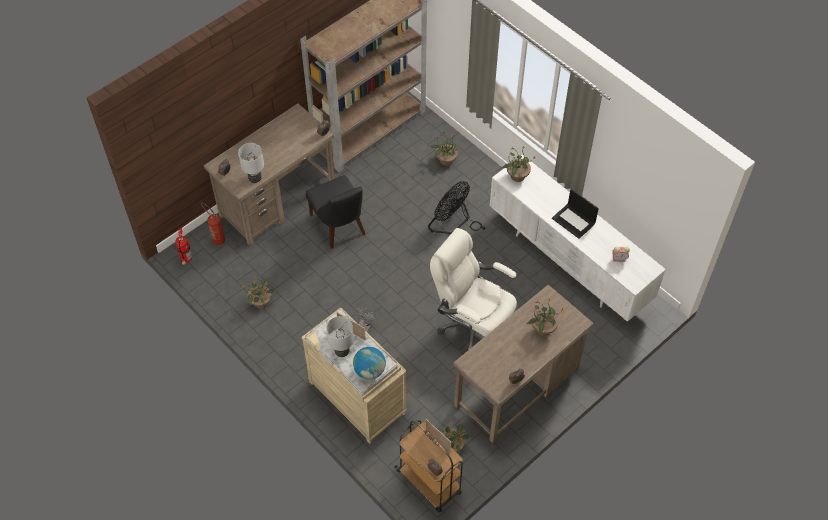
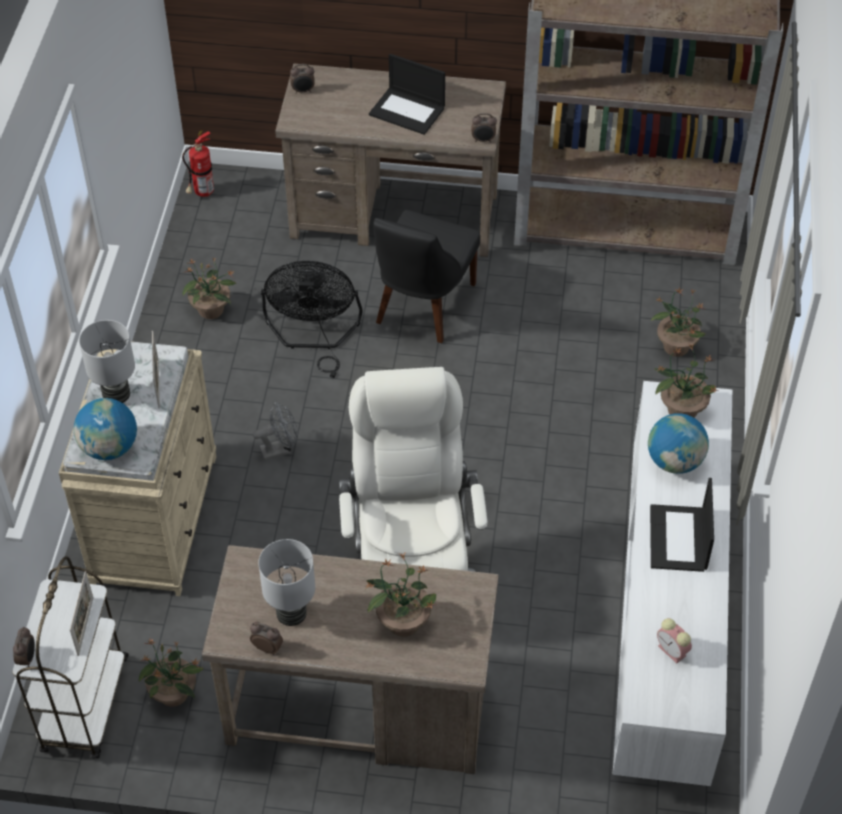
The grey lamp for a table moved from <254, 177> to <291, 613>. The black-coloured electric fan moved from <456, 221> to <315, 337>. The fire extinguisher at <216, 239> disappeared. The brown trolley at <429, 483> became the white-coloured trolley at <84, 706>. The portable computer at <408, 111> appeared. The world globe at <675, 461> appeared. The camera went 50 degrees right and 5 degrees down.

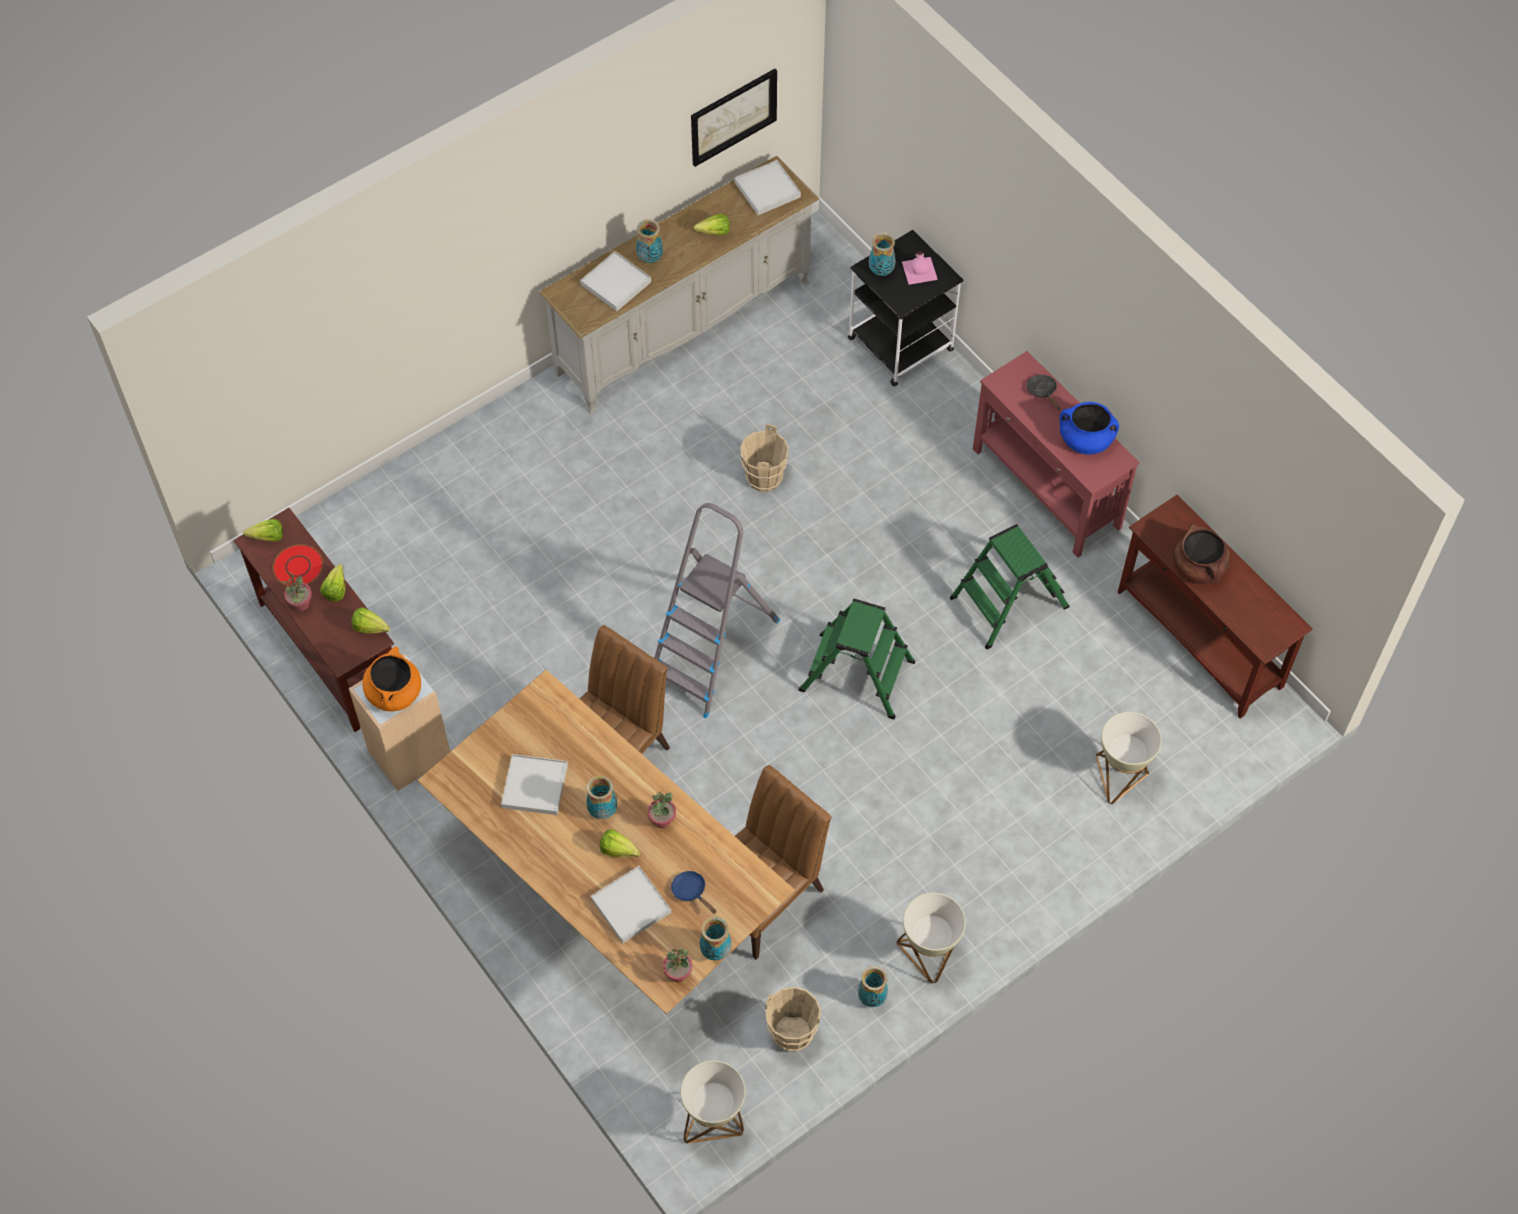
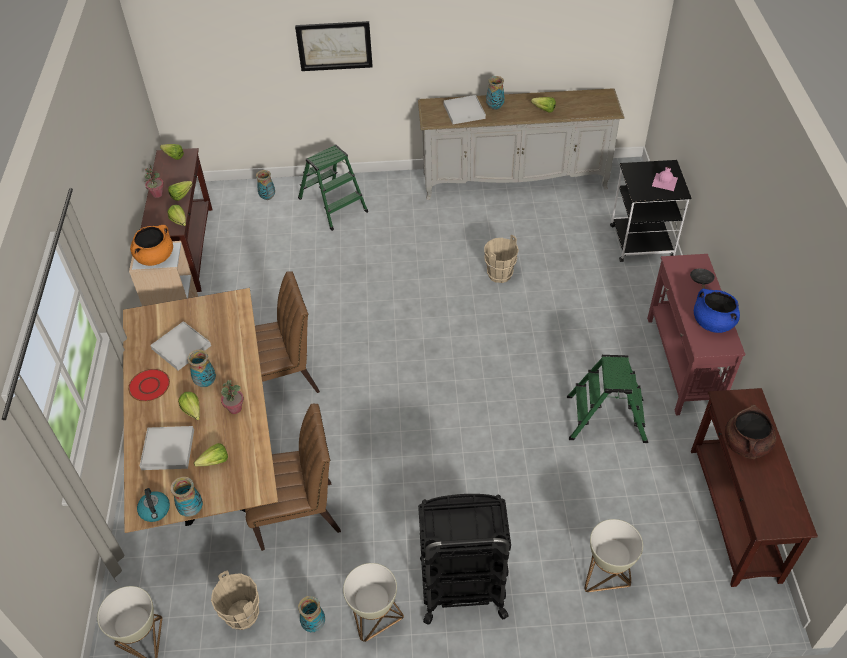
The wall art moved from <733, 116> to <334, 45>. The white-coloured tray at <767, 190> disappeared. The flower vase moved from <881, 271> to <268, 197>. The grey step ladder at <713, 652> disappeared. The red dinner plate moved from <298, 566> to <150, 386>. The green step ladder moved from <856, 675> to <332, 204>. The bluish skillet at <691, 891> was replaced by the lettuce head at <212, 462>. The plant in a pot at <678, 974> was replaced by the water kettle at <155, 510>. The black-coloured trolley at <463, 587> appeared. The camera went 35 degrees right and 10 degrees down.

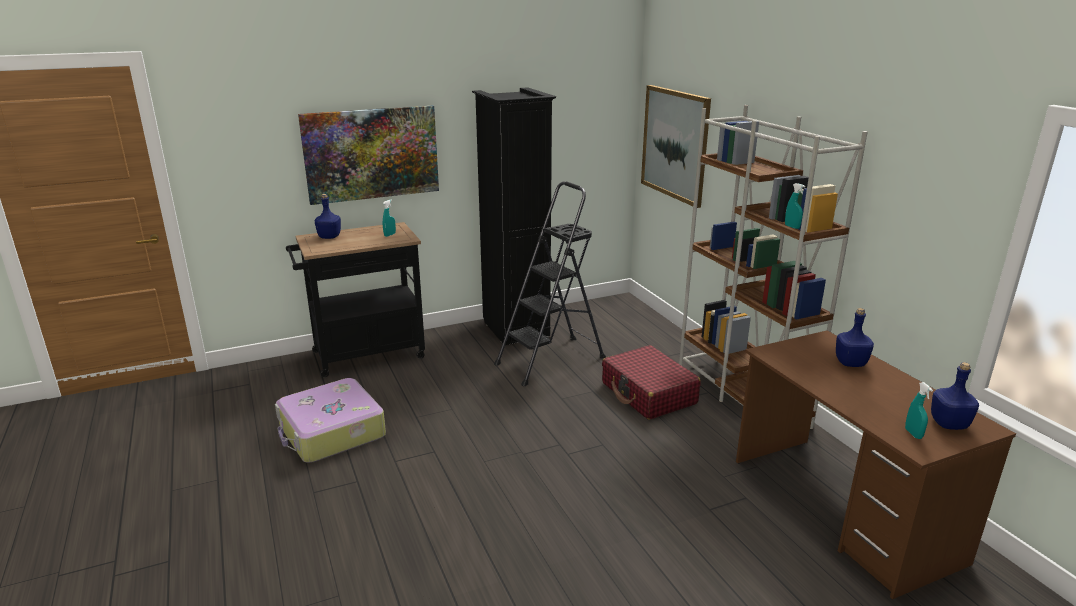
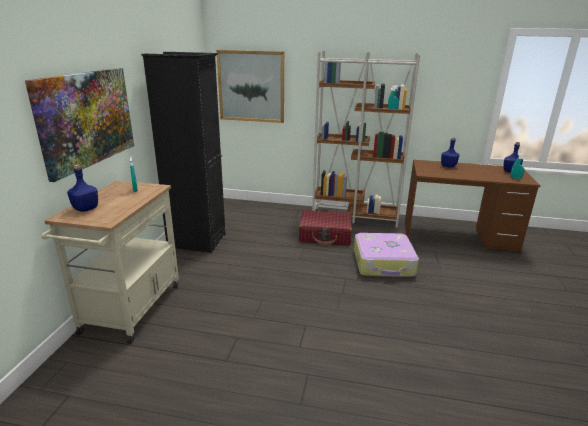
The step ladder at <552, 360> disappeared. The black-coloured trolley at <365, 355> became the sand-coloured trolley at <130, 311>. The suitcase moved from <331, 432> to <384, 263>. The camera went 55 degrees left and 0 degrees up.

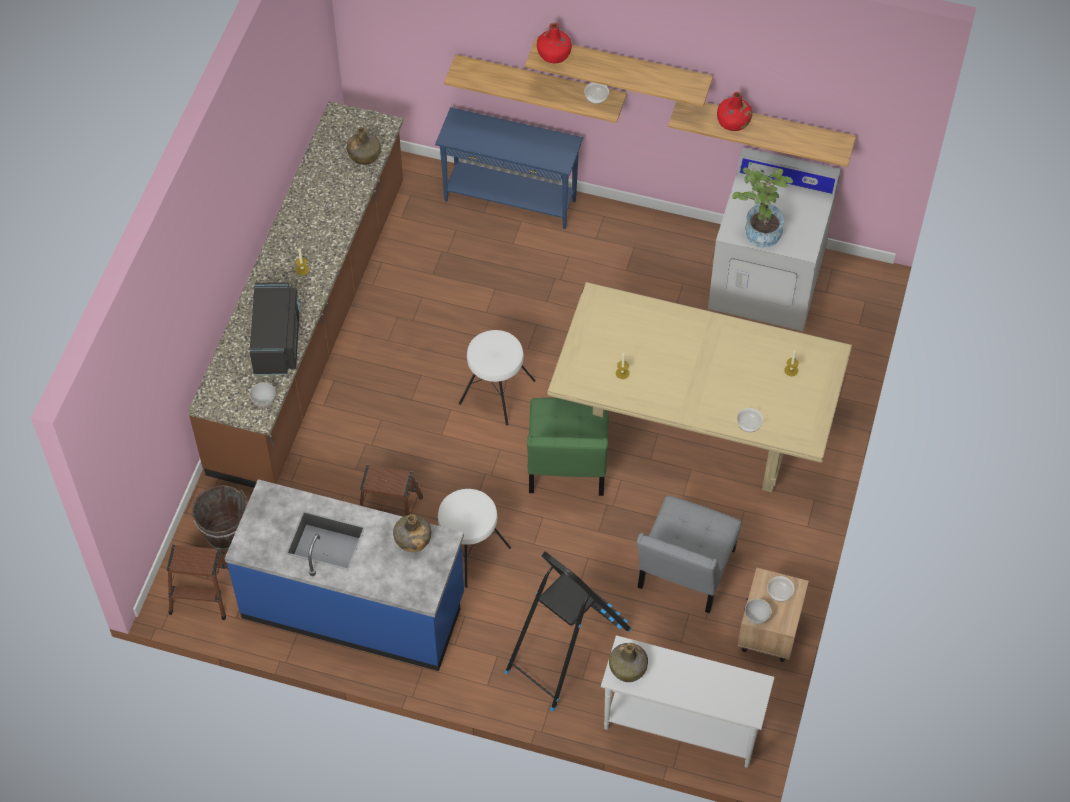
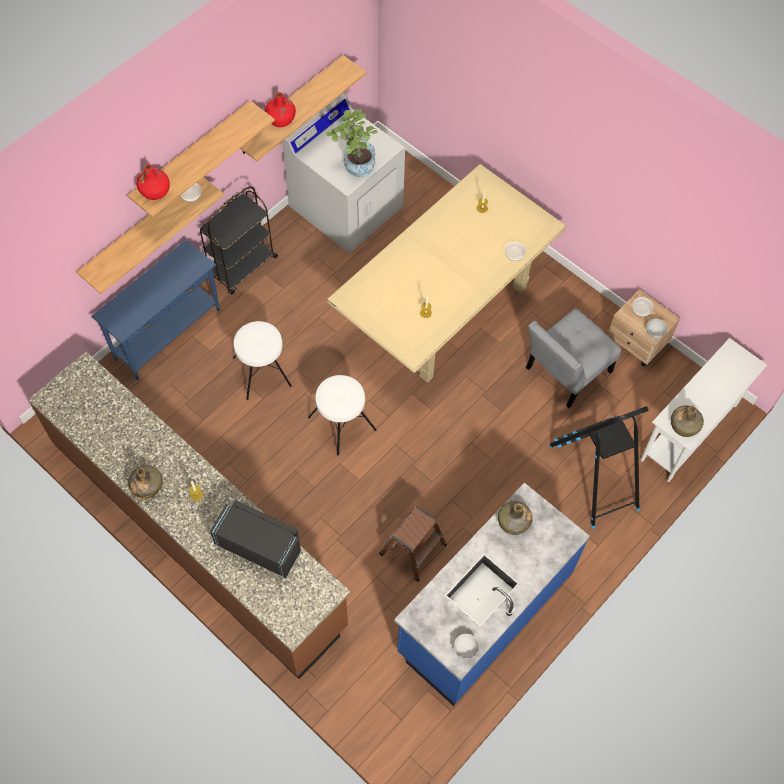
The green drink bottle moved from <364, 155> to <147, 486>. The grey bowl moved from <263, 400> to <465, 649>. The green chair at <566, 467> disappeared. The brown water bucket at <225, 533> disappeared. The white-coloured stool seat moved from <469, 550> to <262, 371>. The grey chair at <684, 573> turned 90 degrees clockwise. The brown step ladder at <202, 592> disappeared. The black-coloured trolley at <242, 267> appeared. The camera went 65 degrees left and 5 degrees up.

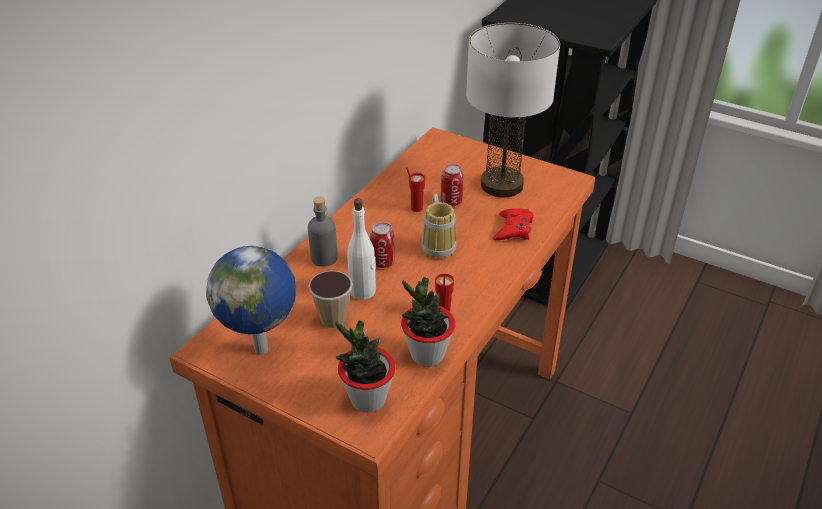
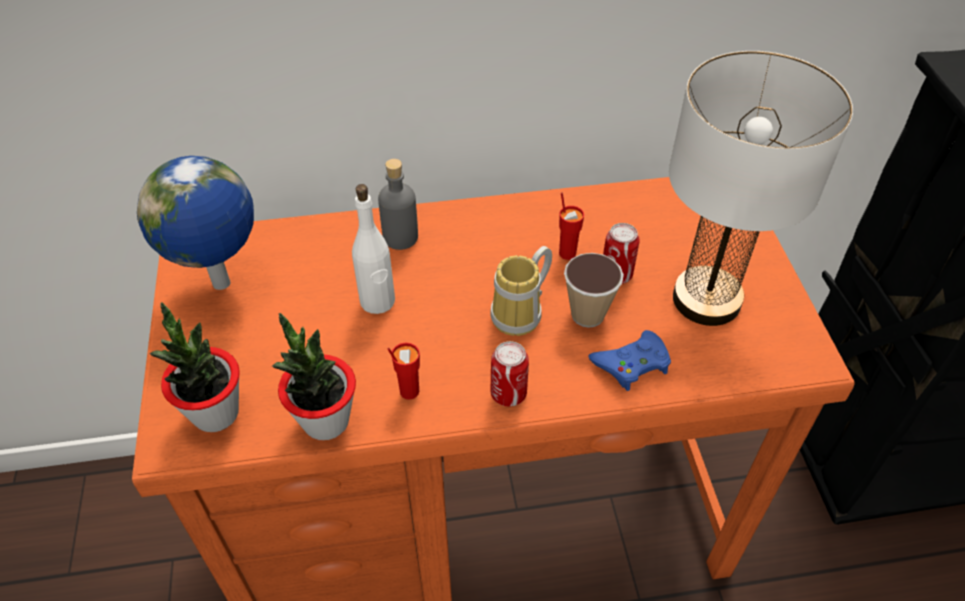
The red gamepad at <513, 229> became the bluish gamepad at <632, 364>. The sealed can moved from <382, 262> to <508, 393>. The cup moved from <333, 319> to <587, 314>. The camera went 50 degrees right and 10 degrees up.

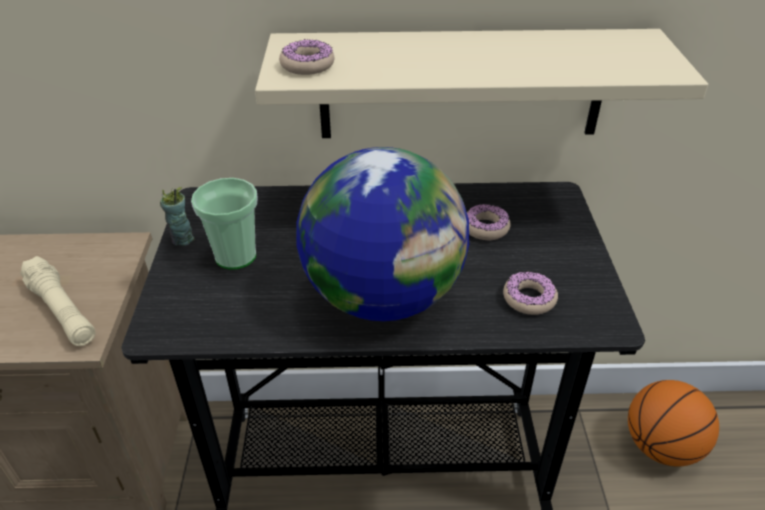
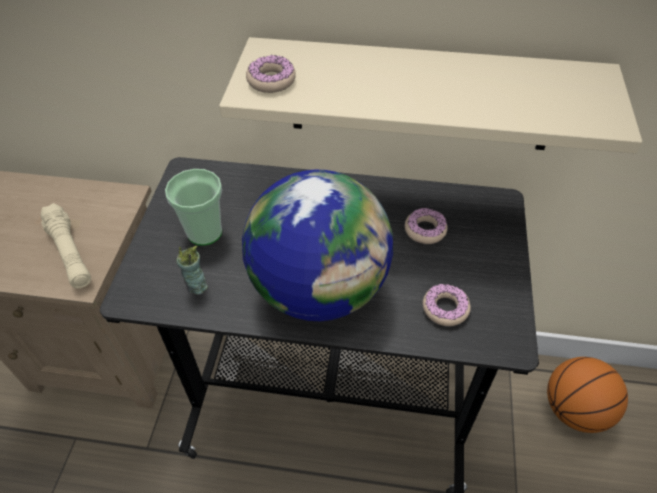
The cup moved from <182, 239> to <196, 286>. The camera went 10 degrees right and 10 degrees up.

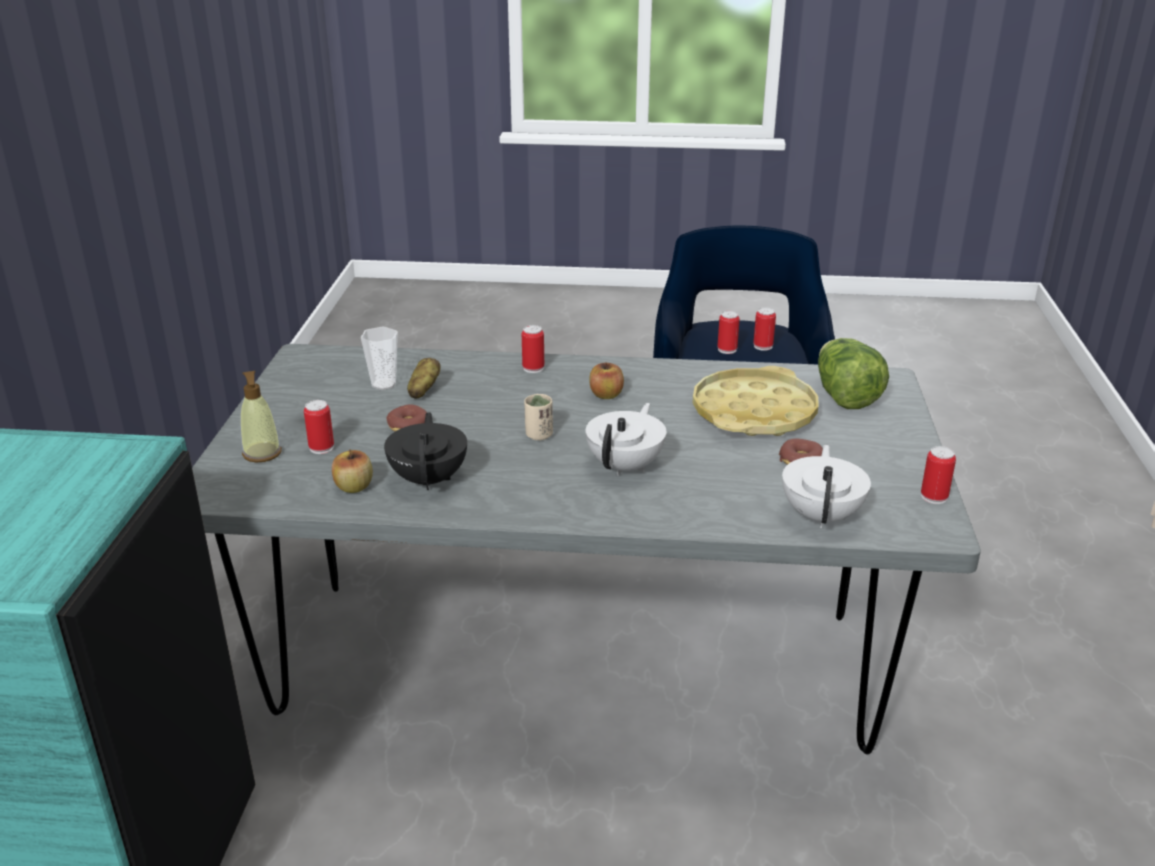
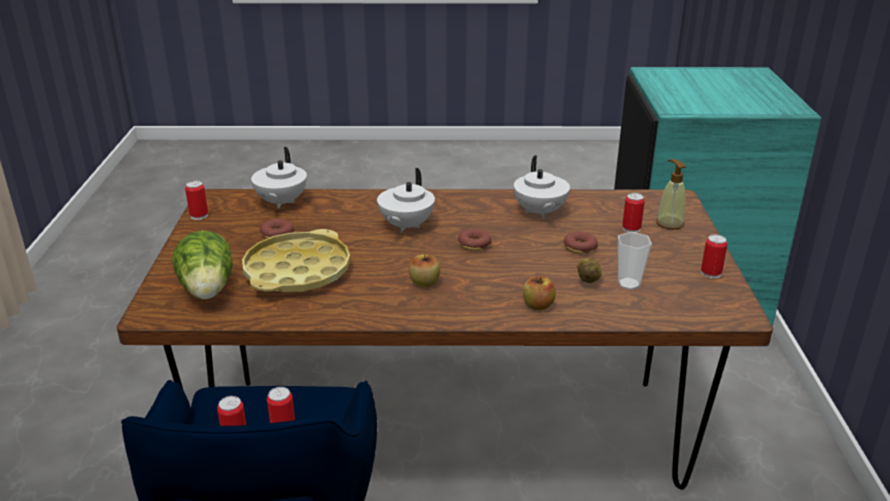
The sealed can moved from <533, 368> to <711, 273>. The grey kitchen table at <579, 661> became the brown kitchen table at <443, 433>. The sand-coloured cup at <539, 435> was replaced by the doughnut at <474, 245>. The black-coloured pot for tea at <429, 479> became the white-coloured pot for tea at <539, 212>. The apple fruit moved from <354, 487> to <538, 305>. The camera went 175 degrees right and 0 degrees up.

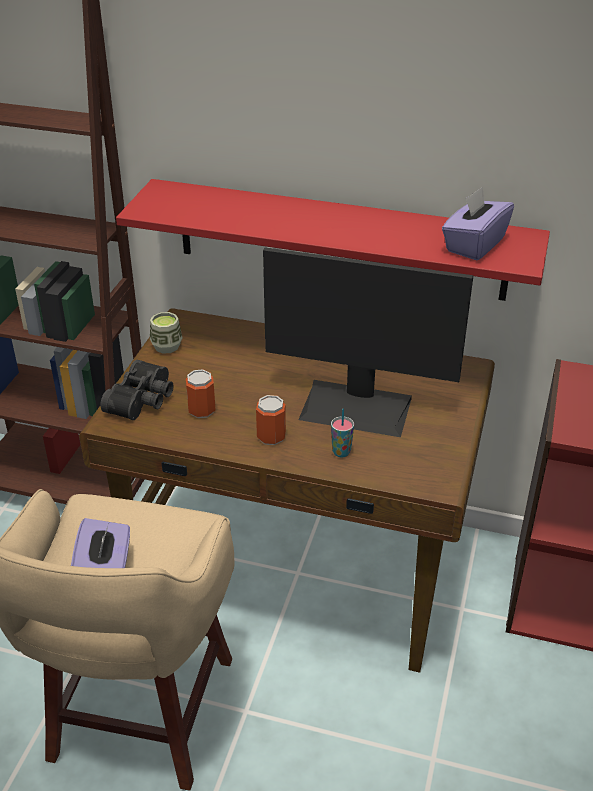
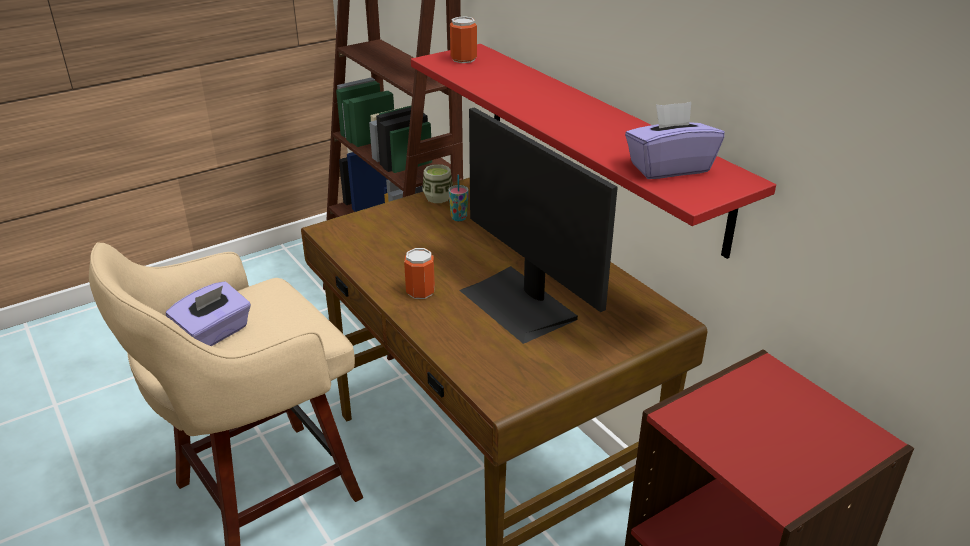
The black-coloured field glasses at <143, 400> disappeared. The sealed can moved from <201, 410> to <463, 59>. The cup moved from <341, 452> to <459, 218>. The camera went 40 degrees right and 5 degrees down.

